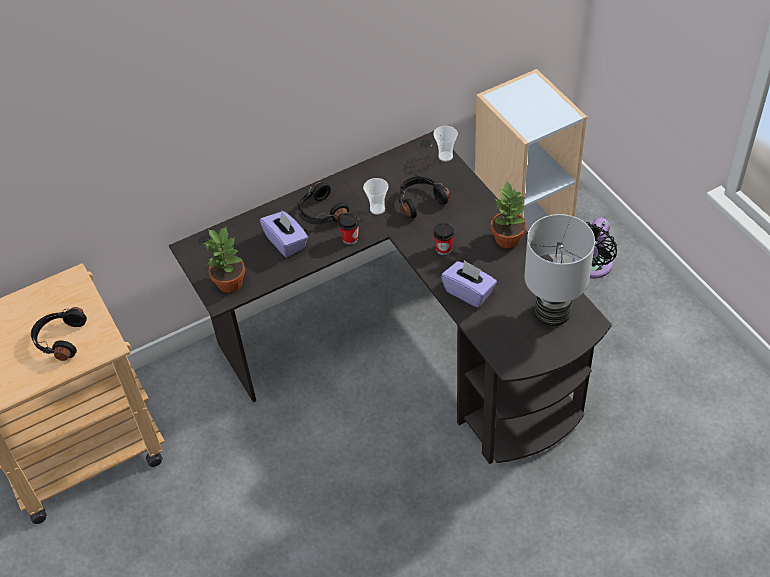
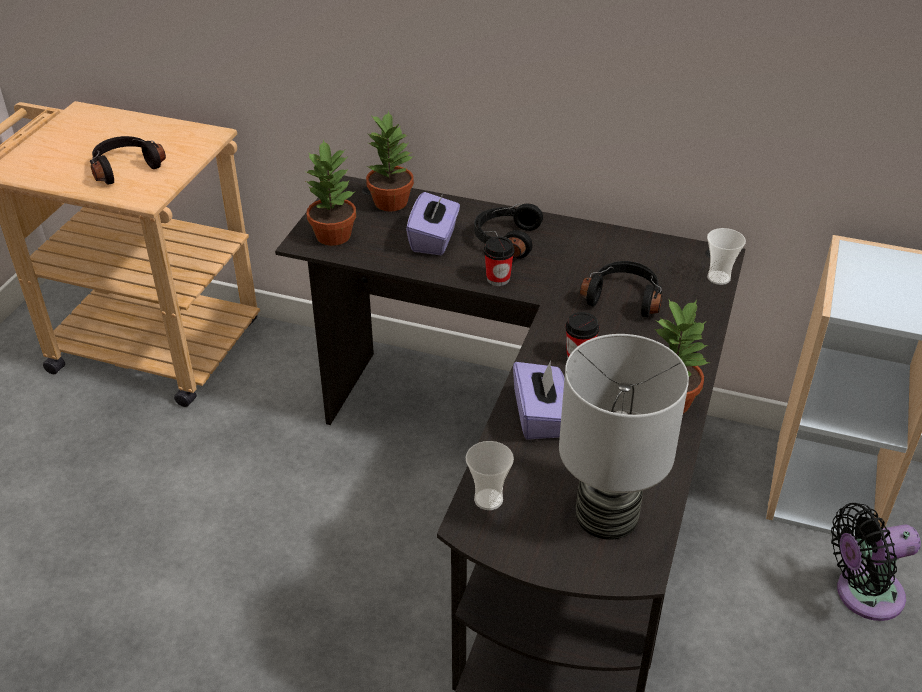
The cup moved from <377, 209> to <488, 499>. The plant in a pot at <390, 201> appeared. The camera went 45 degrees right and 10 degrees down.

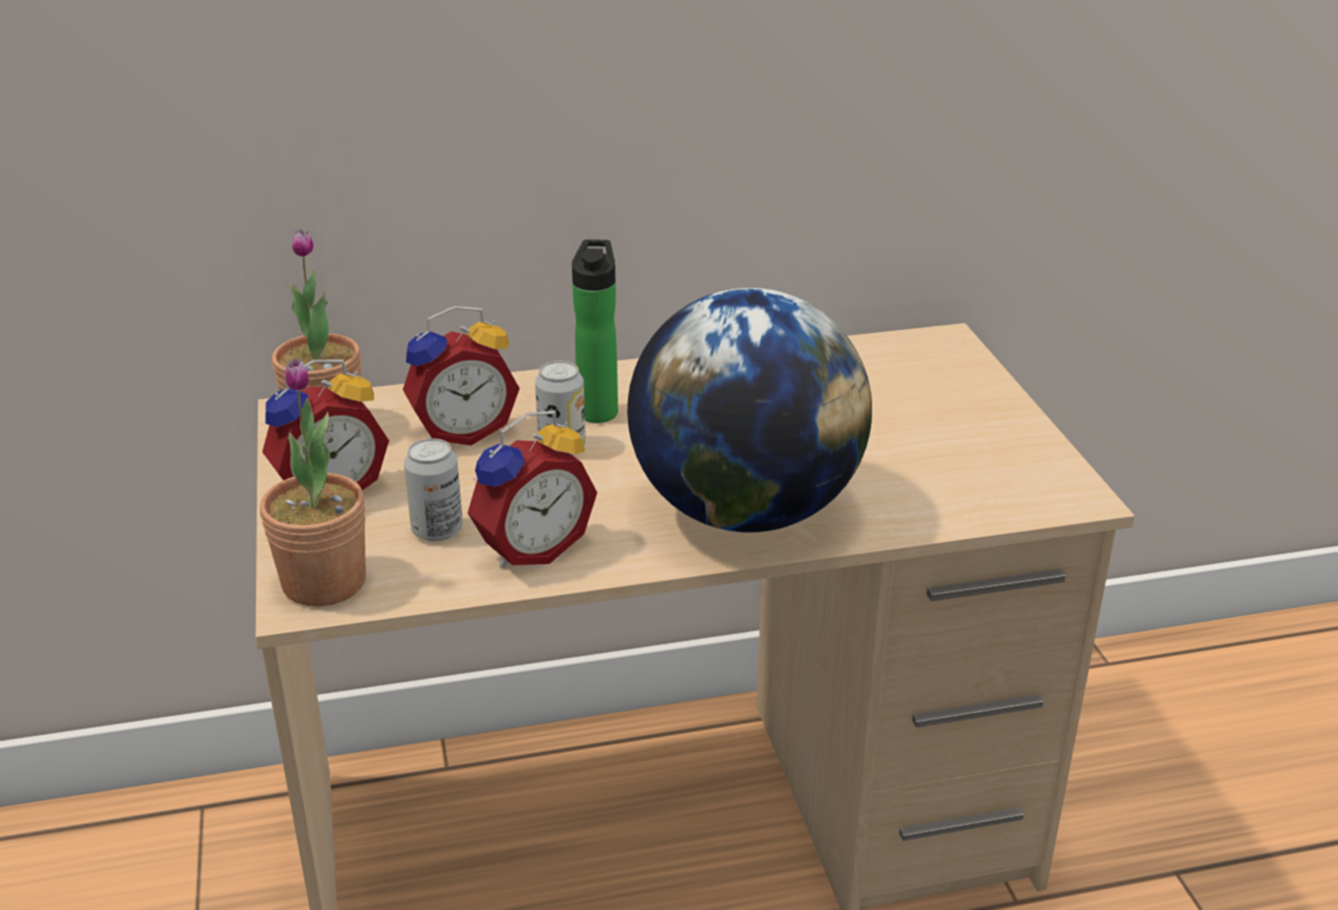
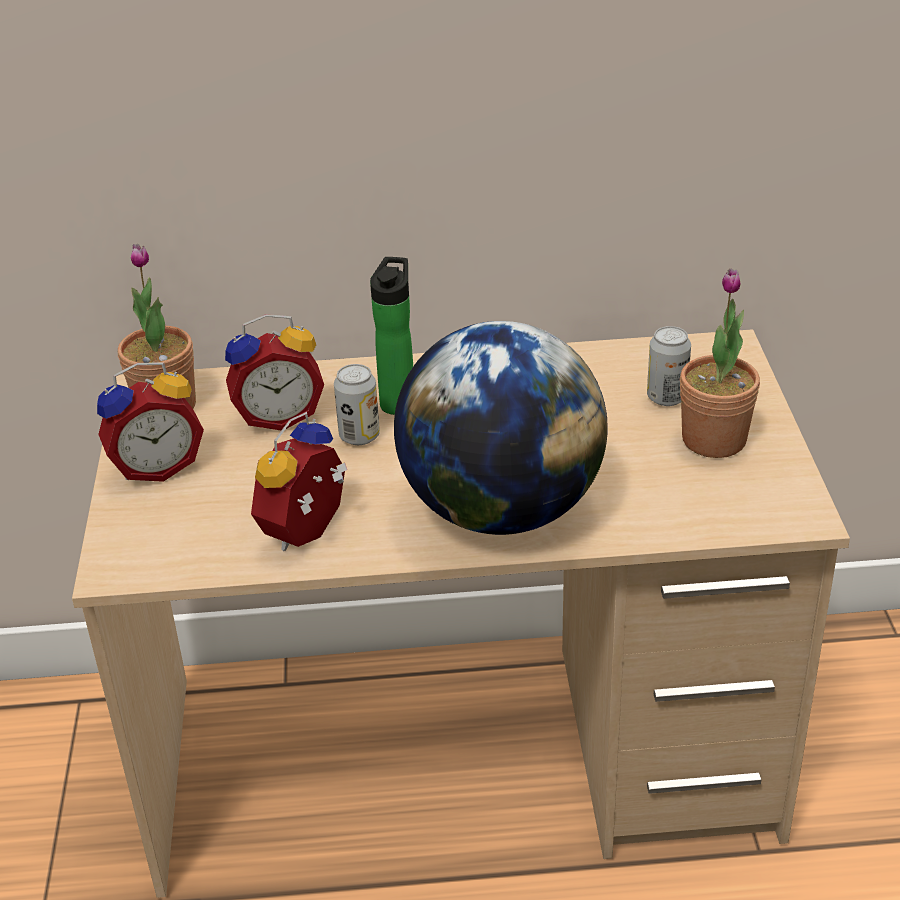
The plant in a pot moved from <324, 582> to <714, 440>. The alarm clock at <530, 548> turned 150 degrees clockwise. The sealed can moved from <437, 530> to <666, 397>. The camera went 10 degrees right and 5 degrees up.

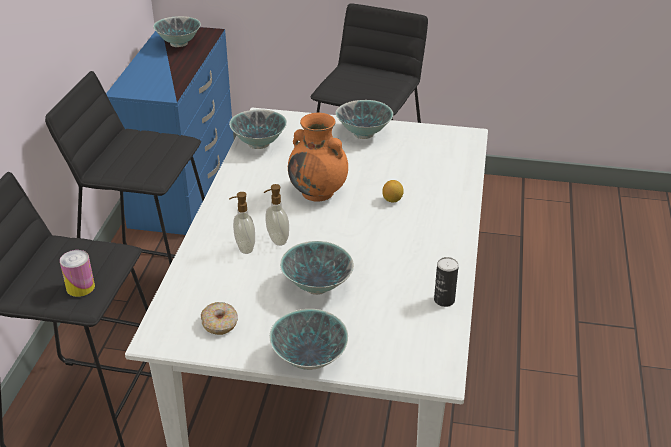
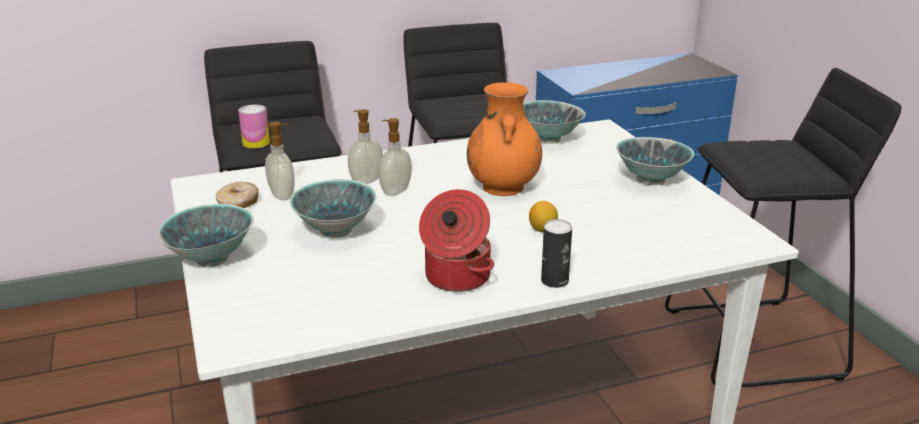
The bowl at <179, 44> disappeared. The sealed can moved from <444, 300> to <554, 281>. The liquid soap bottle at <283, 195> appeared. The saucepot at <456, 277> appeared. The camera went 60 degrees right and 10 degrees down.

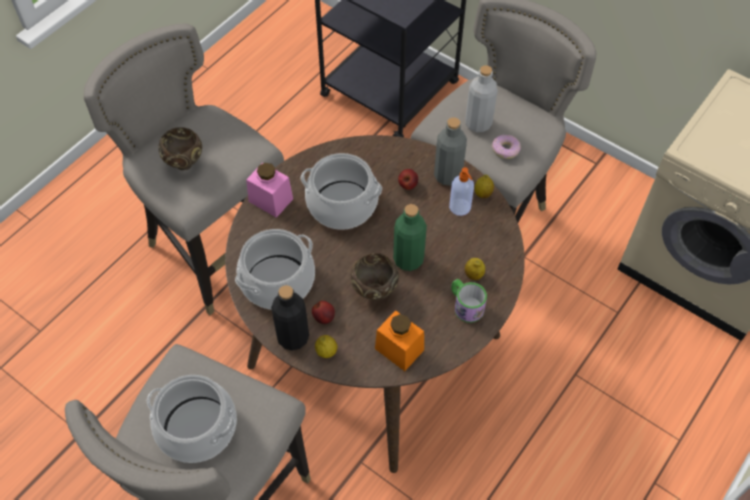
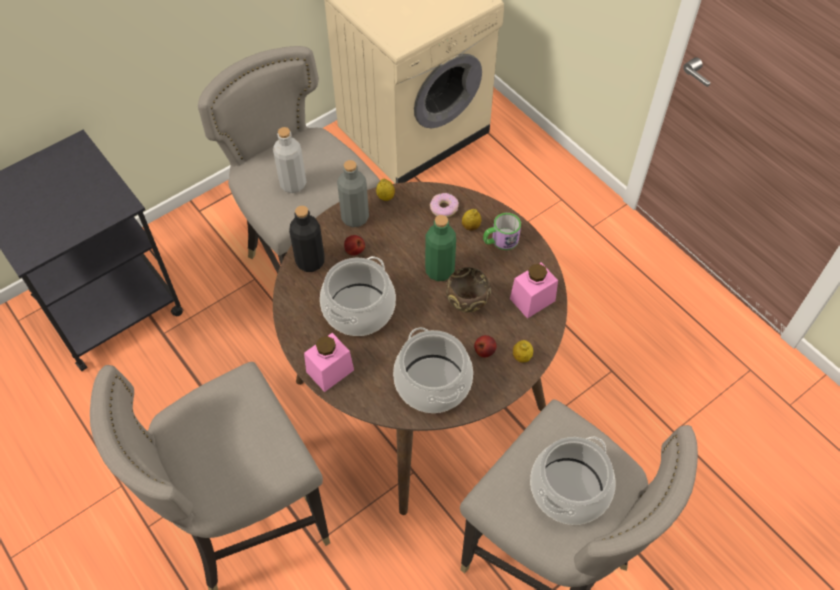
The brown bowl at <185, 163> disappeared. The doughnut moved from <505, 149> to <443, 208>. The liquid soap bottle at <460, 207> disappeared. The black-coloured drink bottle moved from <293, 337> to <310, 261>. The orange-coloured preserve jar at <399, 349> became the pink preserve jar at <532, 300>. The camera went 75 degrees left and 0 degrees up.

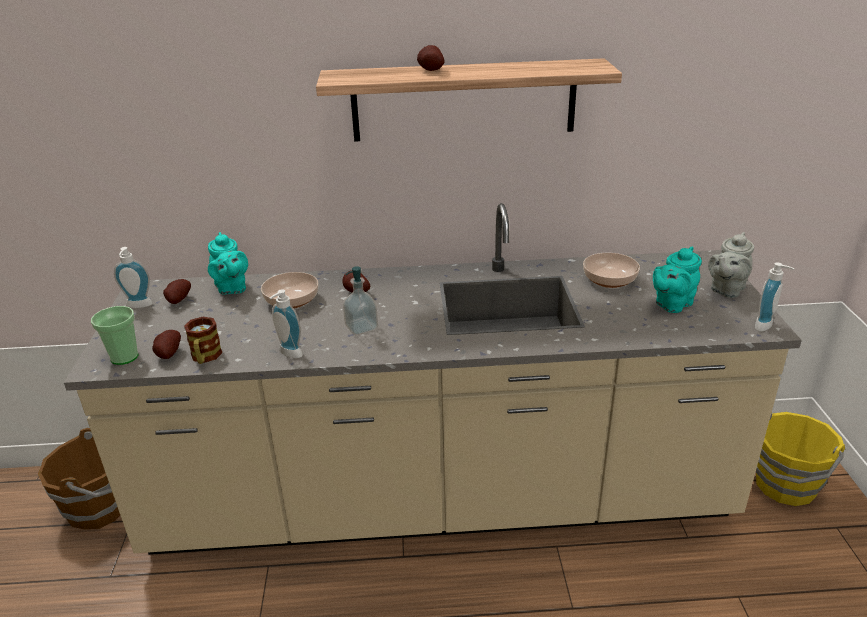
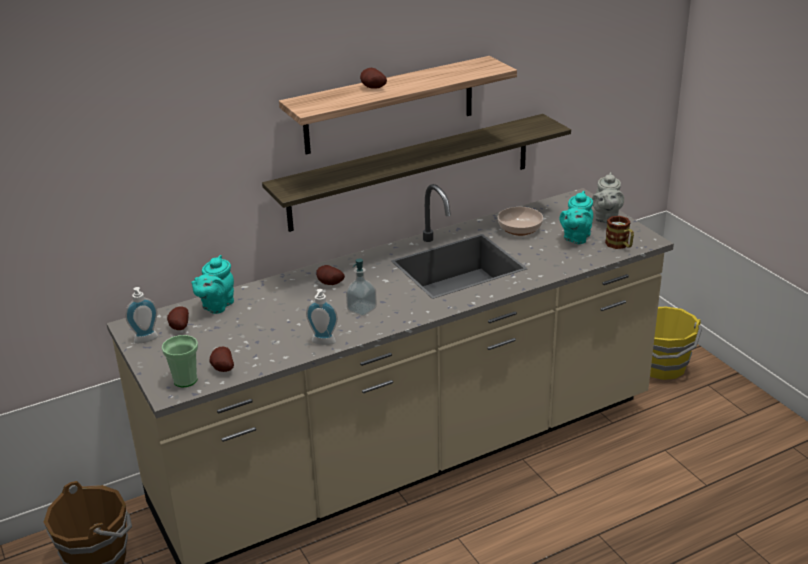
The turquoise pot for tea at <231, 288> turned 75 degrees clockwise. The liquid soap bottle at <766, 326> disappeared. The bowl at <291, 300> disappeared. The tea mug moved from <205, 357> to <620, 245>. The wall shelf at <411, 172> appeared. The camera went 25 degrees left and 0 degrees up.

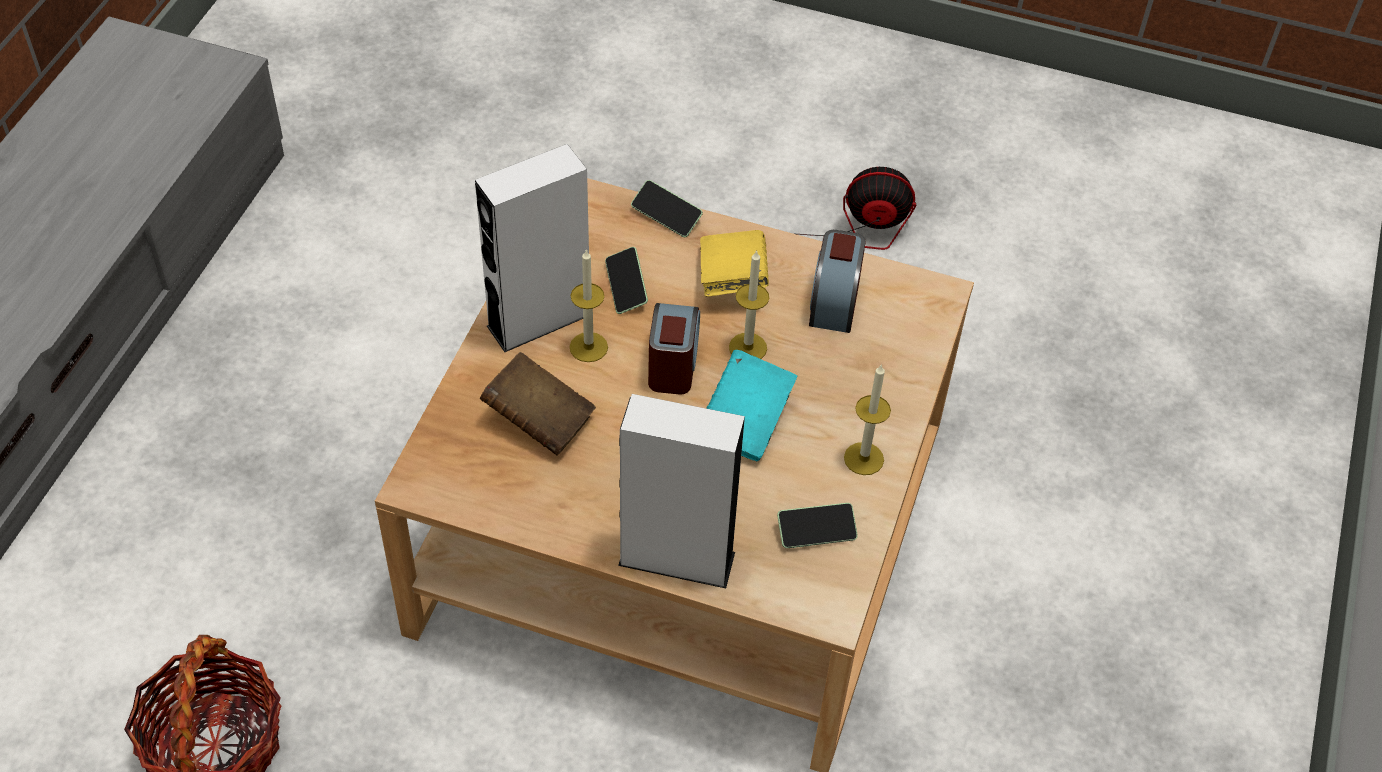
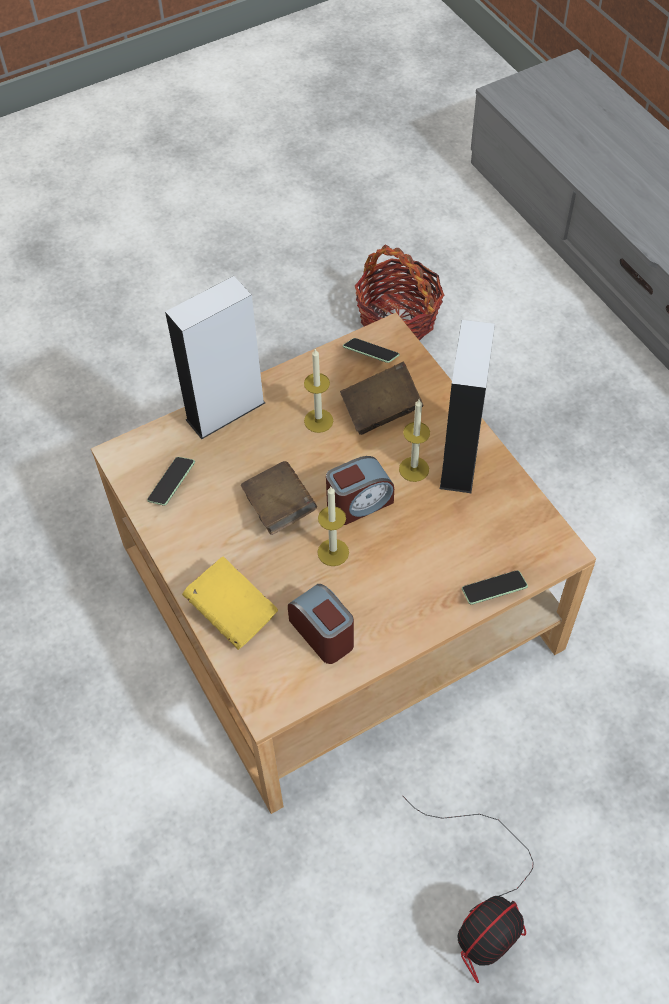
The yellowish bound book moved from <732, 279> to <232, 613>. The phone moved from <626, 287> to <370, 355>. The alarm clock at <673, 363> turned 75 degrees counterclockwise. The turquoise bound book at <745, 421> became the brown bound book at <279, 508>. The wax light moved from <864, 458> to <318, 421>. The camera went 135 degrees right and 5 degrees up.

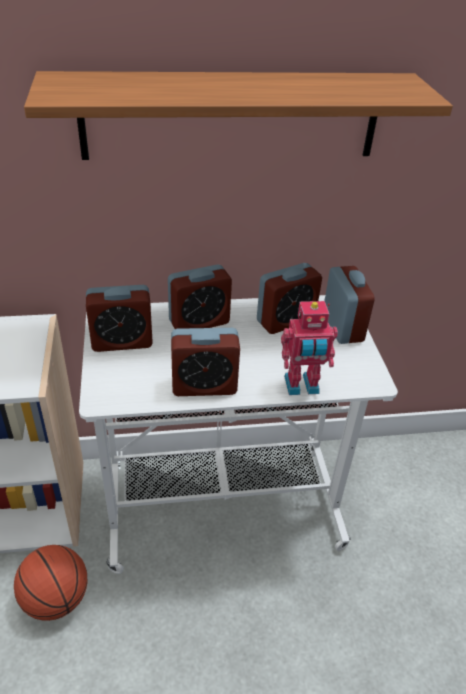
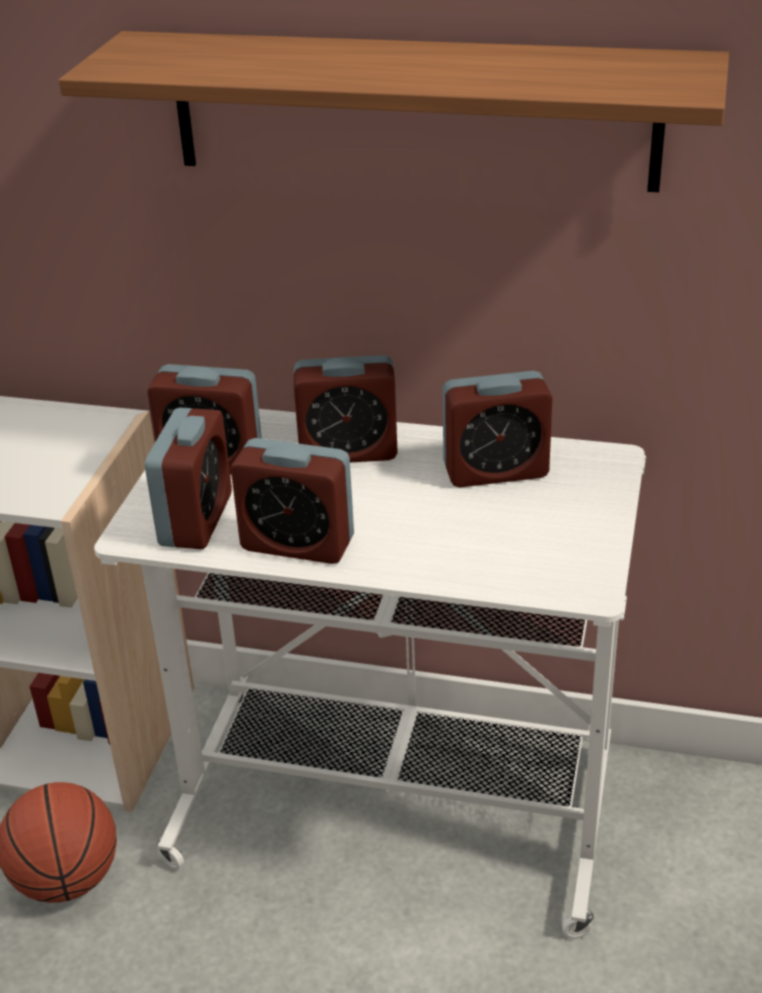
The alarm clock moved from <342, 327> to <196, 520>. The toy robot at <302, 386> disappeared. The camera went 25 degrees right and 5 degrees down.

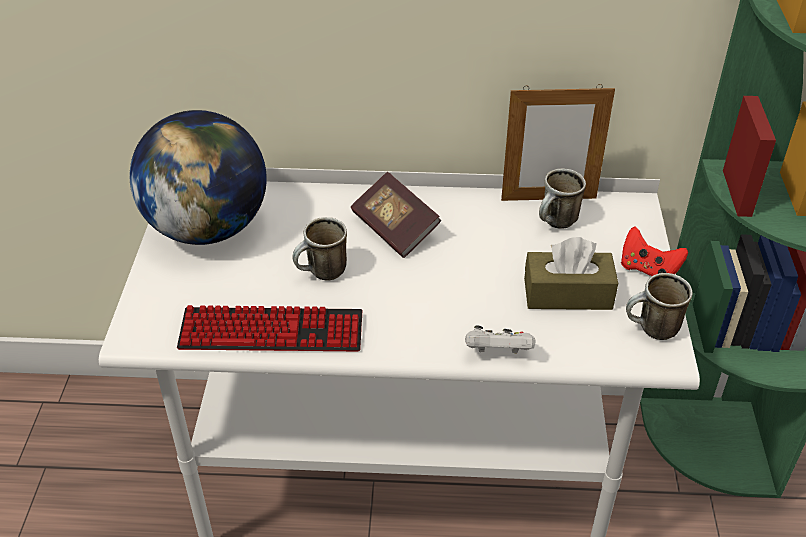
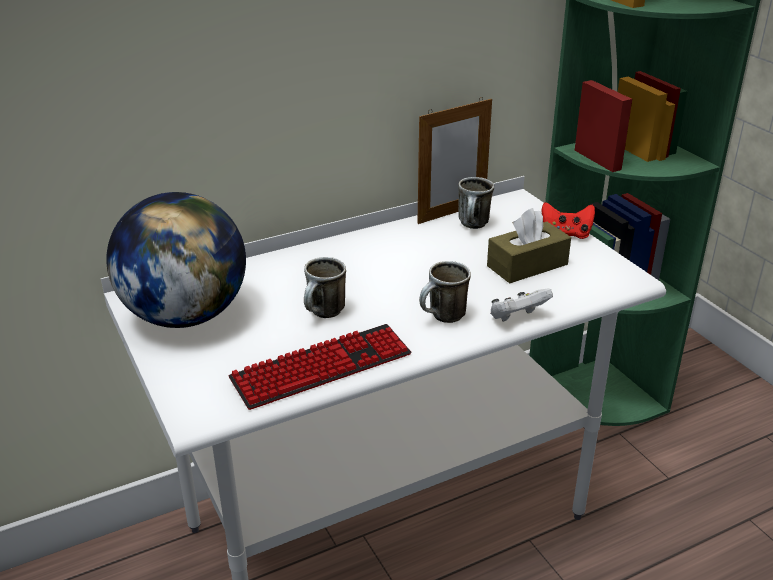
The bound book at <395, 228> disappeared. The tea mug moved from <652, 331> to <443, 318>. The camera went 30 degrees left and 10 degrees down.

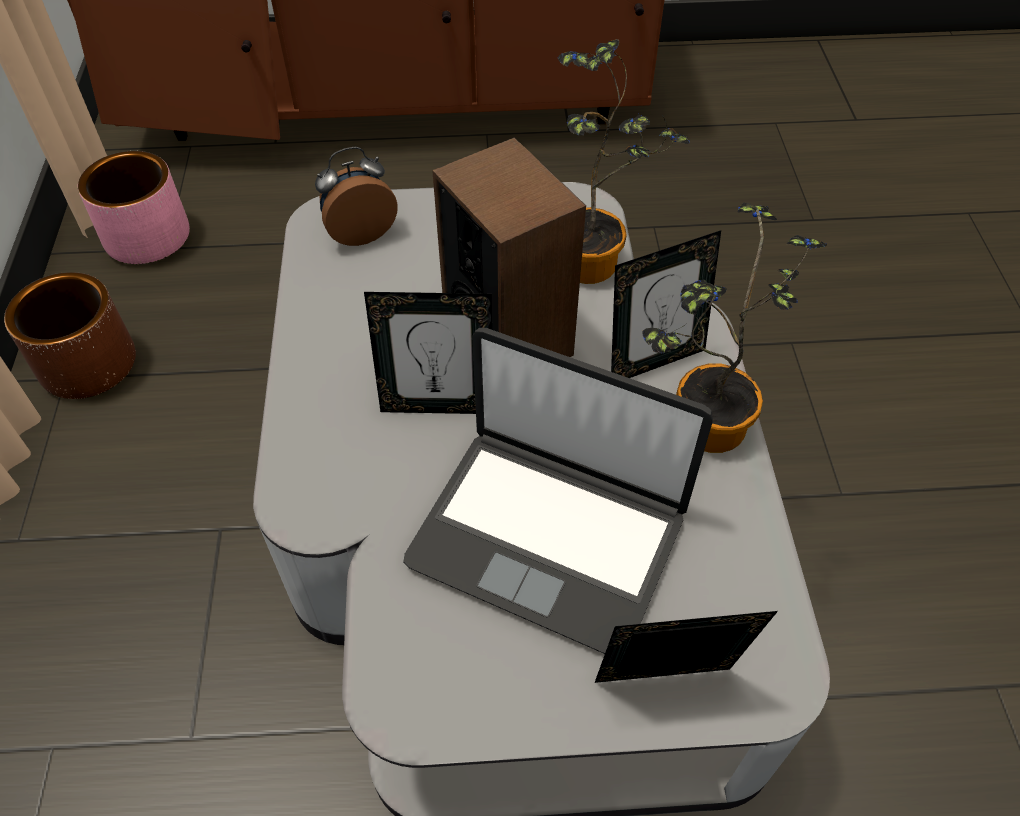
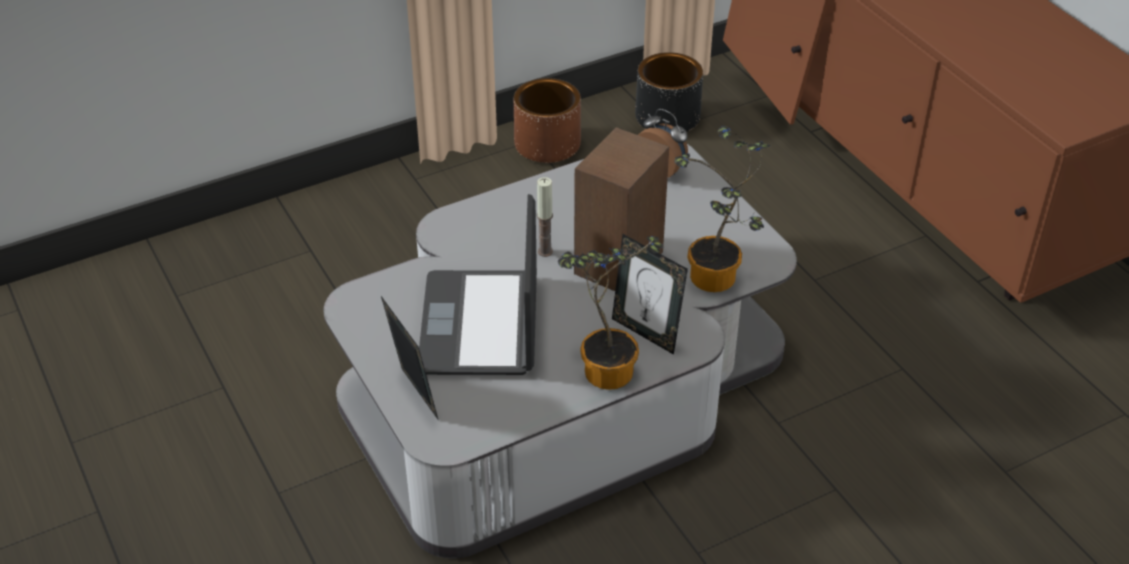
The pink plant pot at <148, 237> became the black-coloured plant pot at <668, 118>. The photo frame at <437, 405> was replaced by the wax light at <545, 251>. The camera went 65 degrees right and 10 degrees down.

